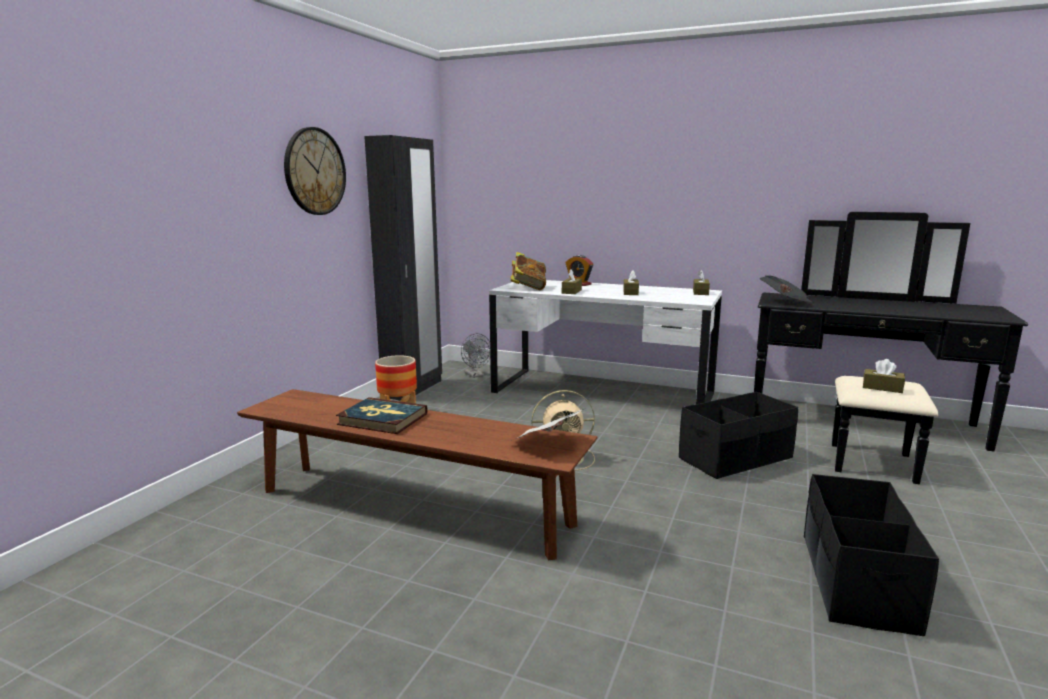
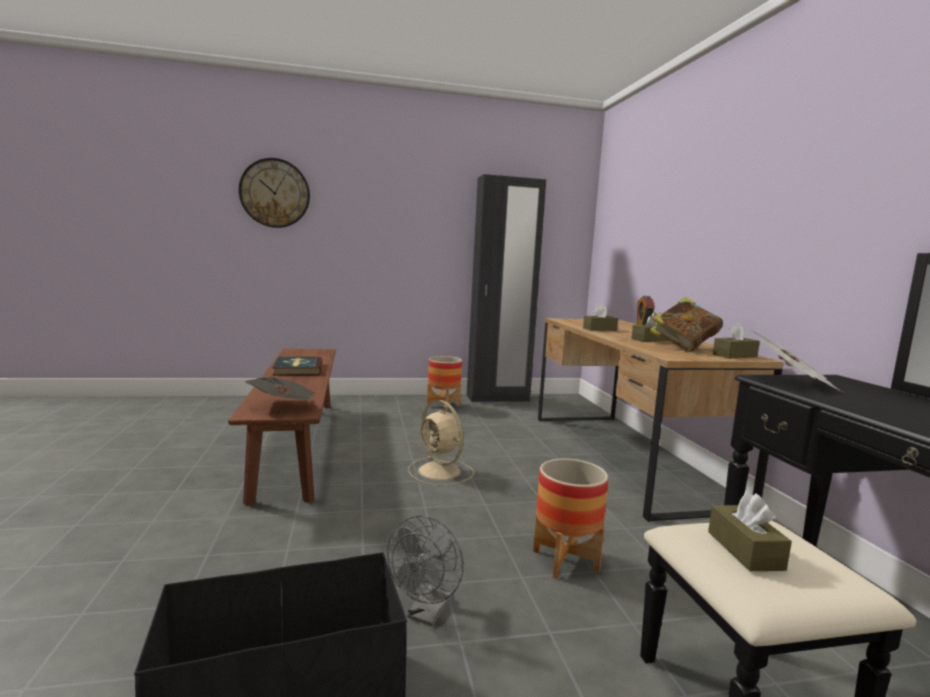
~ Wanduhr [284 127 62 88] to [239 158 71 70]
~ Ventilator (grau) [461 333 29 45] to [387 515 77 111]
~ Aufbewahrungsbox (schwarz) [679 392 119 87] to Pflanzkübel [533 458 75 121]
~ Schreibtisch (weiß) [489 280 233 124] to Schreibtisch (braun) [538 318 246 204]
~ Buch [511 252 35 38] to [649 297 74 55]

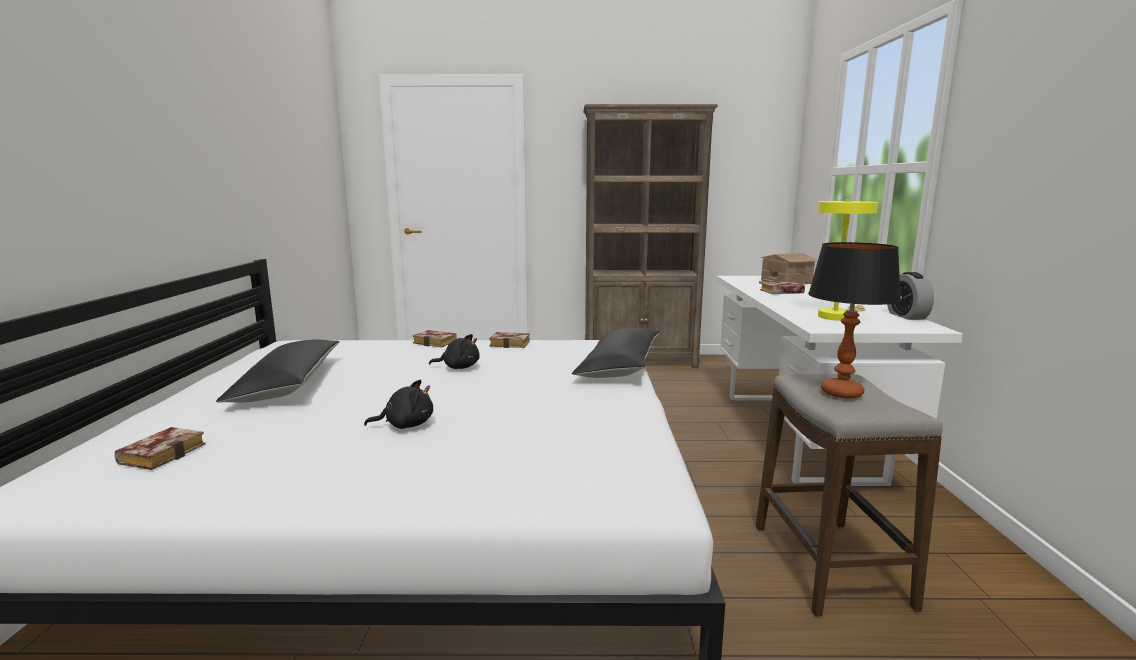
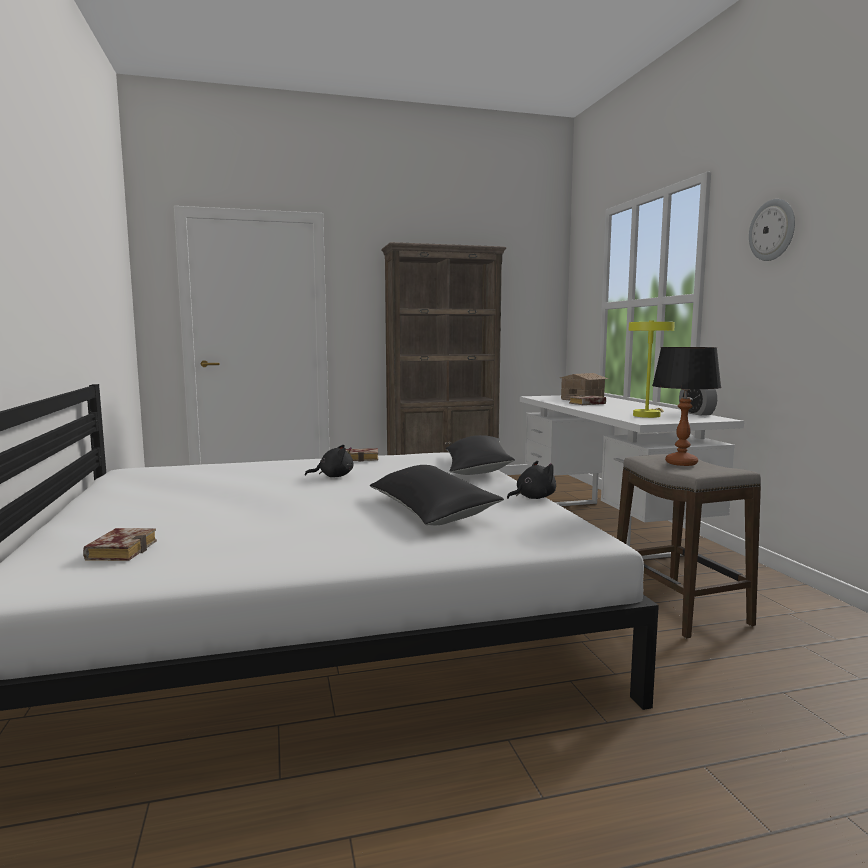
~ Kissen (schwarz) [216 340 123 63] to [370 465 134 60]
~ Plüschtier (schwarz) [364 380 69 49] to [507 461 49 38]
+ Wanduhr [749 199 46 62]
- Buch [412 330 45 17]

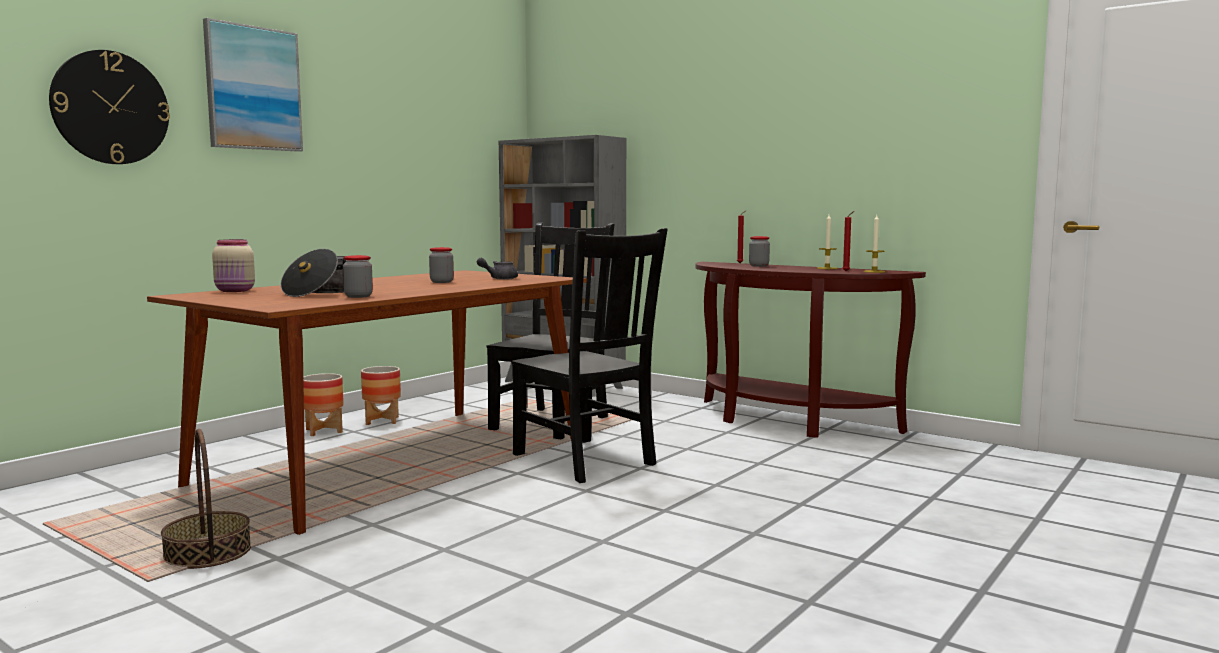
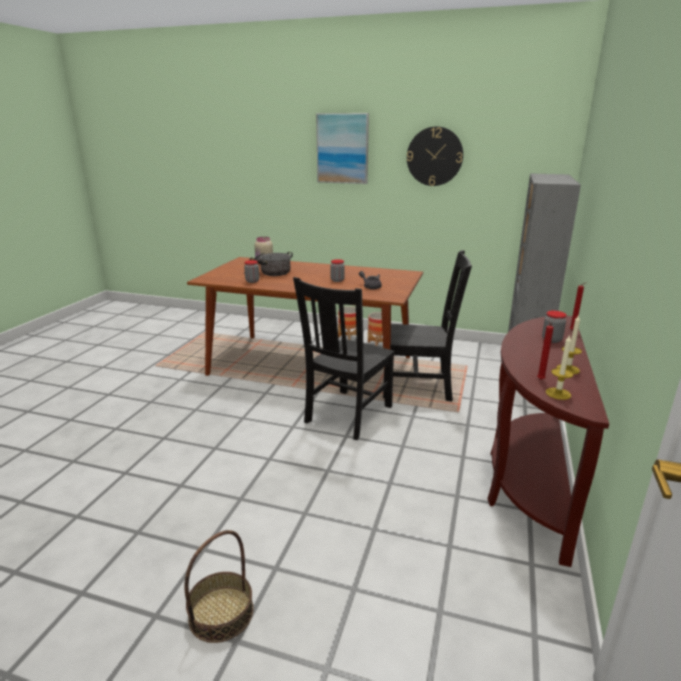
~ Korb [161 429 90 140] to [184 530 69 113]
~ Wanduhr [49 50 121 114] to [407 126 56 60]

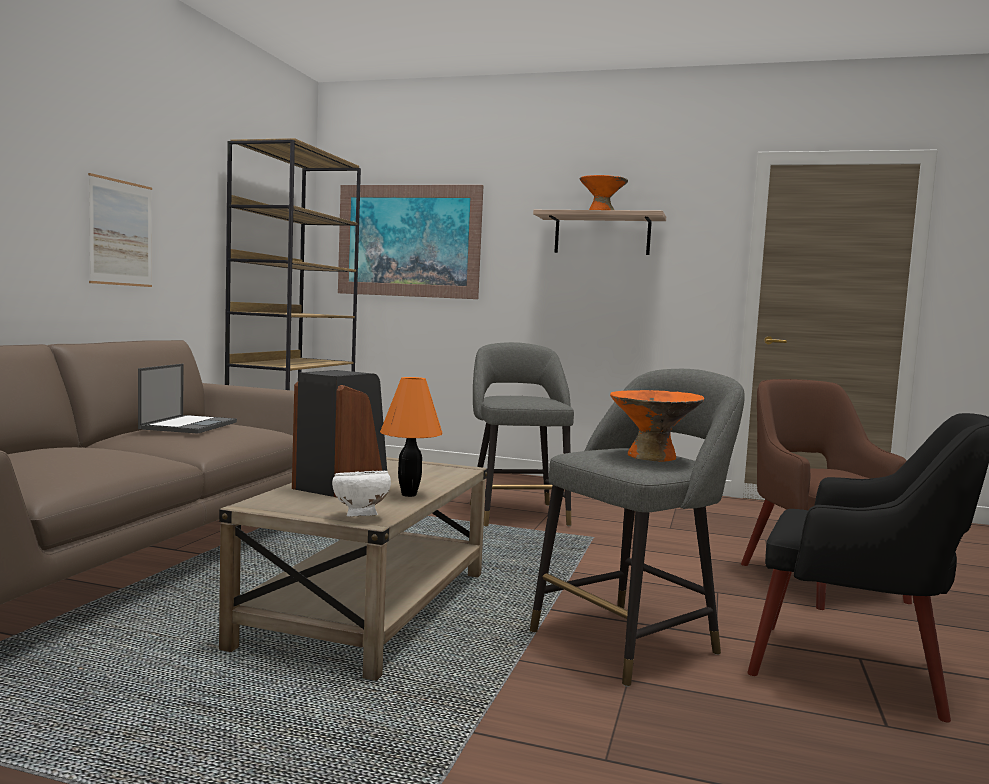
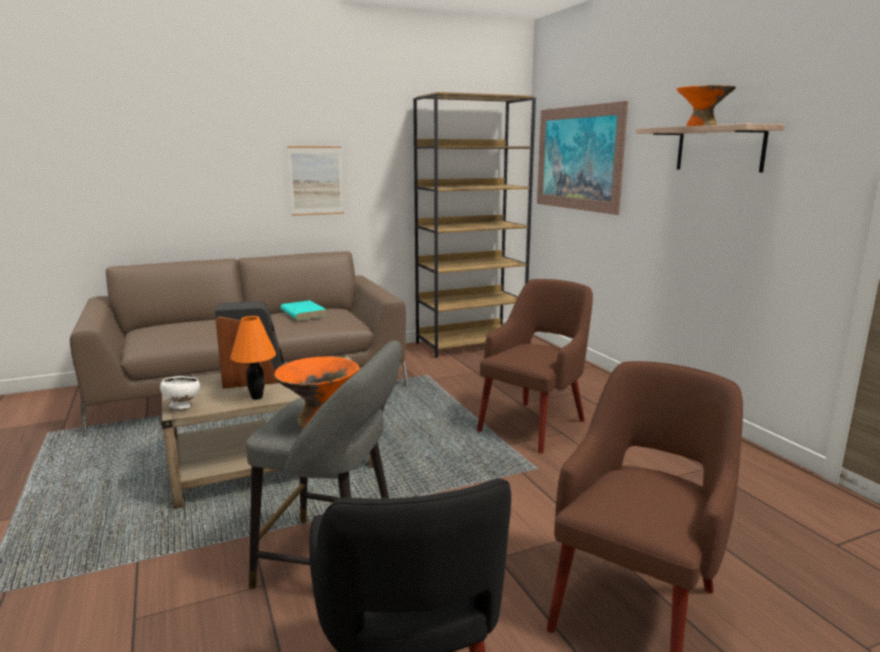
~ Laptop [138 364 99 70] to Buch (türkis) [280 300 47 21]
~ Hocker (grau) [470 342 104 184] to Sessel (braun) [477 279 116 174]

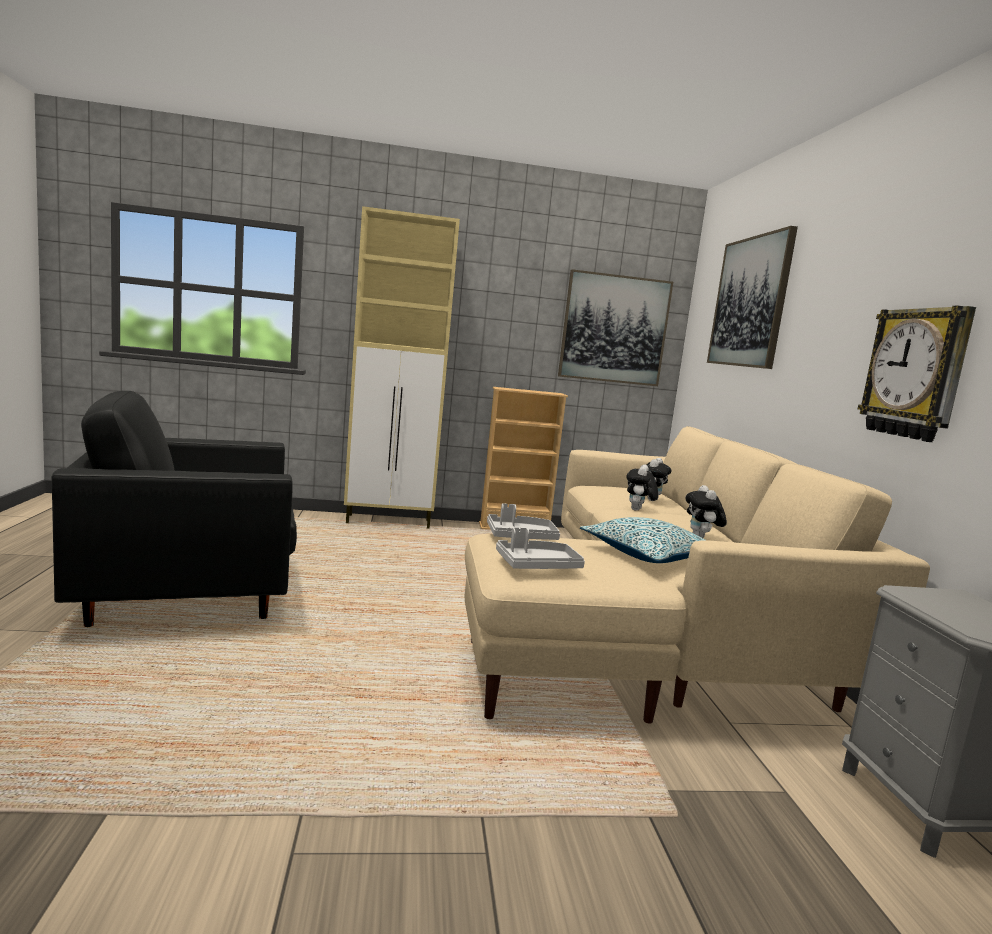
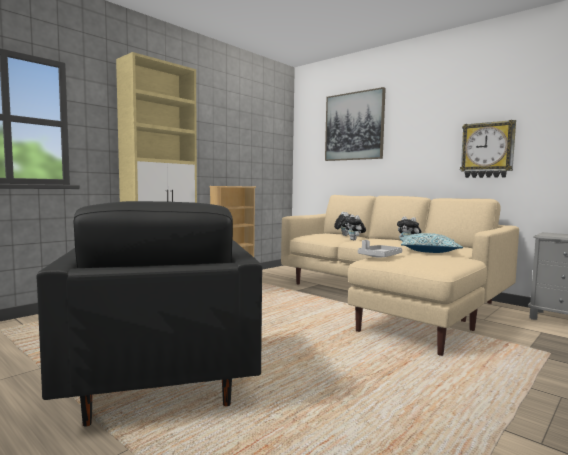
~ Sessel (schwarz) [51 391 246 236] = [36 201 226 226] 45 degrees counterclockwise
- Tablett (grau) [496 527 89 42]
- Bild [558 269 115 117]

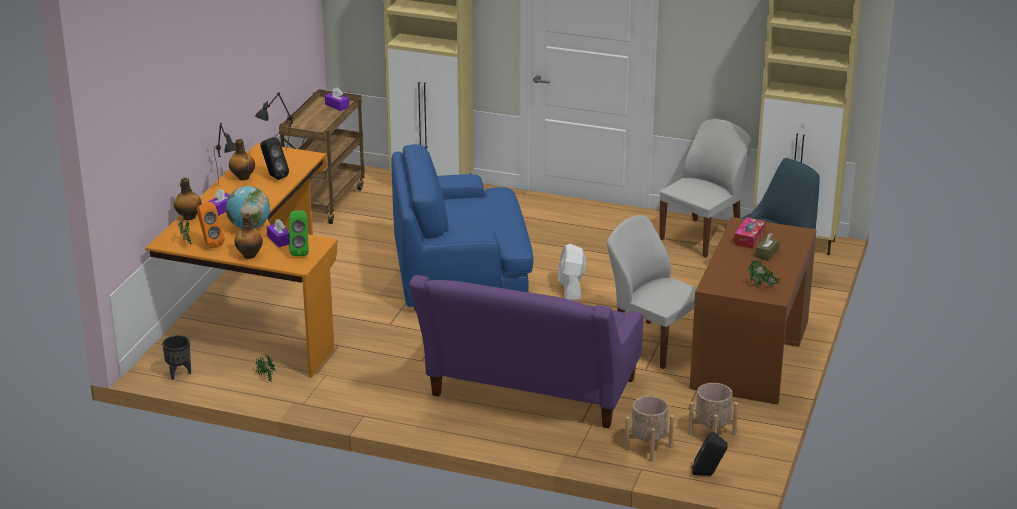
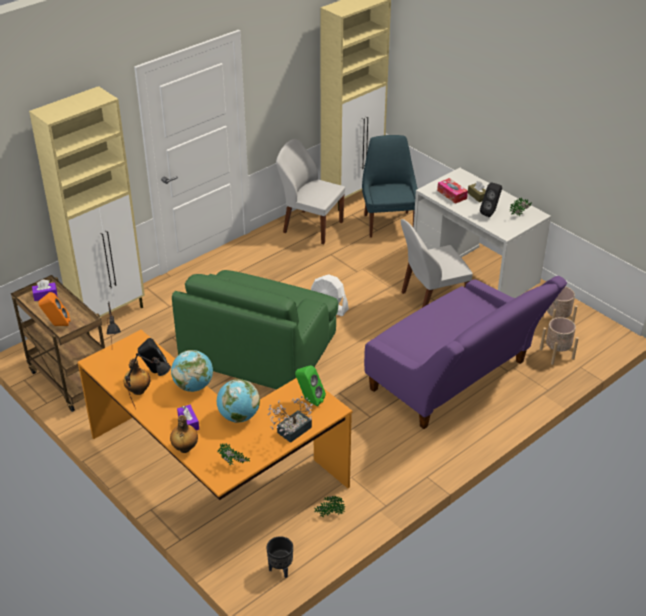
~ Lautsprecher (orange) [197 202 28 46] to [38 292 32 34]
+ Globus [171 350 42 42]
~ Sessel (blau) [392 144 141 167] to Sessel (grün) [172 270 166 119]
~ Flasche [234 214 29 45] to Topfpflanze [268 396 45 47]
~ Stuhl (weiß) [659 119 93 138] = [276 139 69 105] 45 degrees counterclockwise
~ Schreibtisch (braun) [690 217 127 188] to Schreibtisch (weiß) [413 168 138 130]
~ Lautsprecher (schwarz) [691 432 37 44] to [480 182 22 35]
- Taschentuchbox (lila) [267 219 22 28]

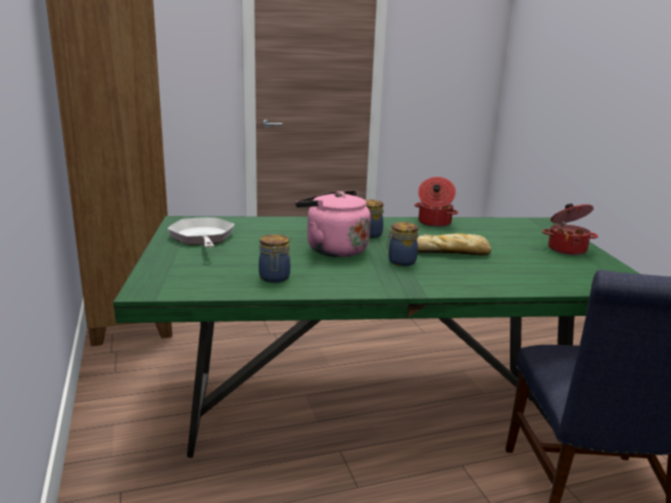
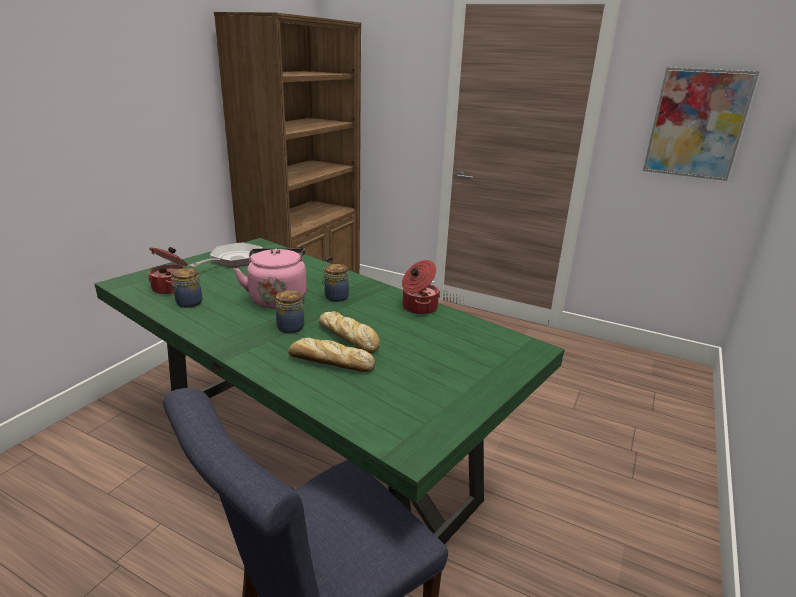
~ Kochtopf [542 204 56 51] to [148 247 39 48]
+ Brot [288 337 87 35]
+ Bild [643 67 116 114]

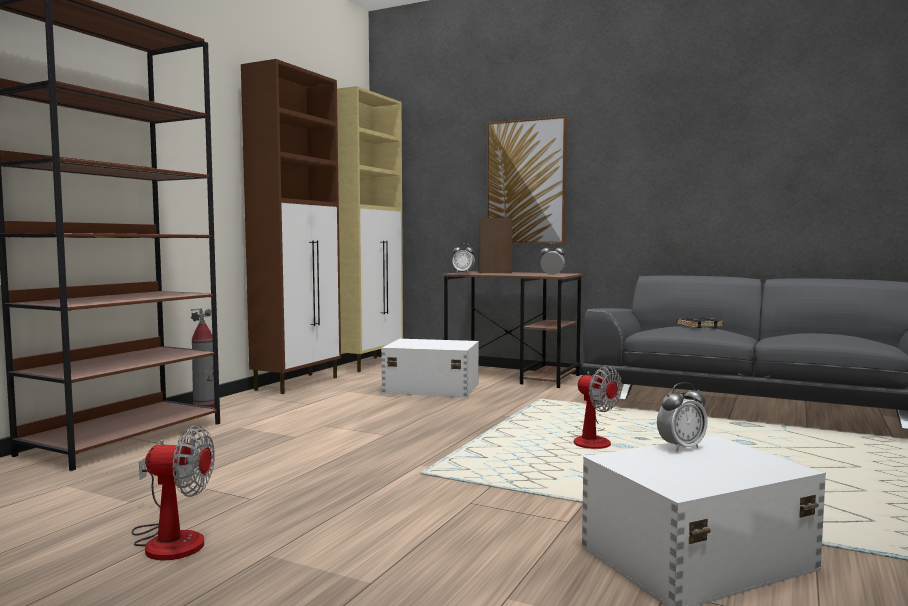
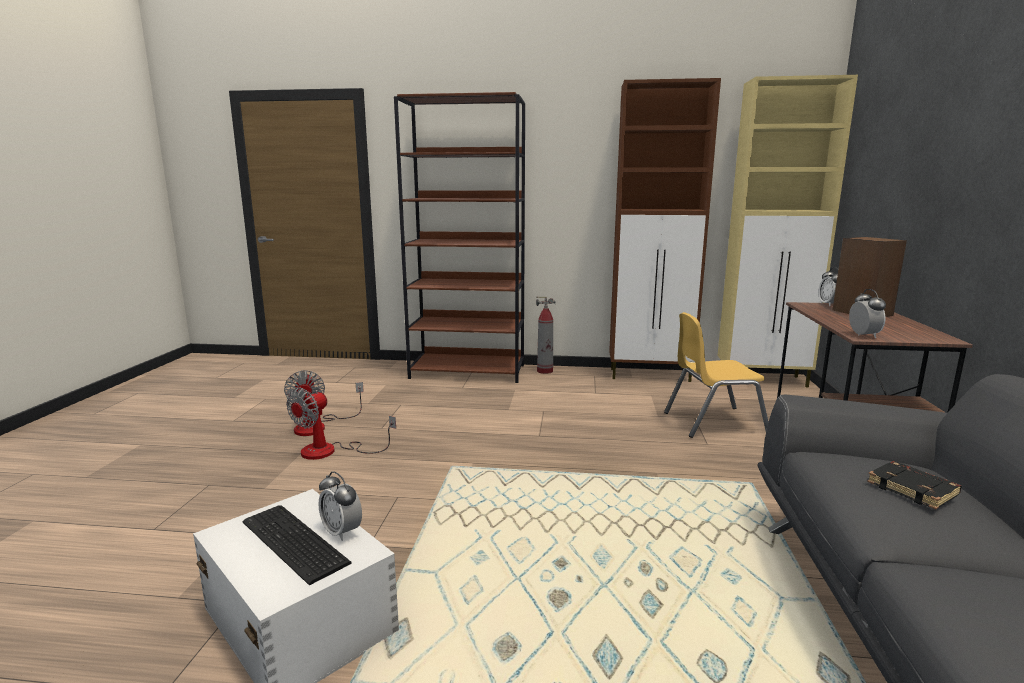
+ Tastatur [243 506 109 79]
~ Ventilator [571 365 51 84] to [286 388 110 72]
~ Aufbewahrungsbox (weiß) [381 339 98 59] to Stuhl (gelb) [664 312 104 126]
- Bild [487 116 80 128]

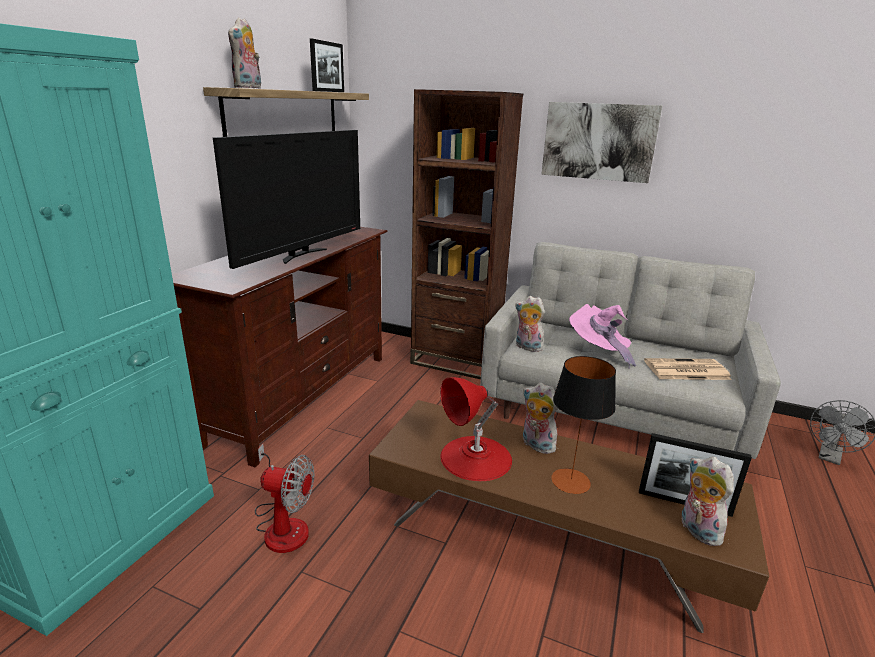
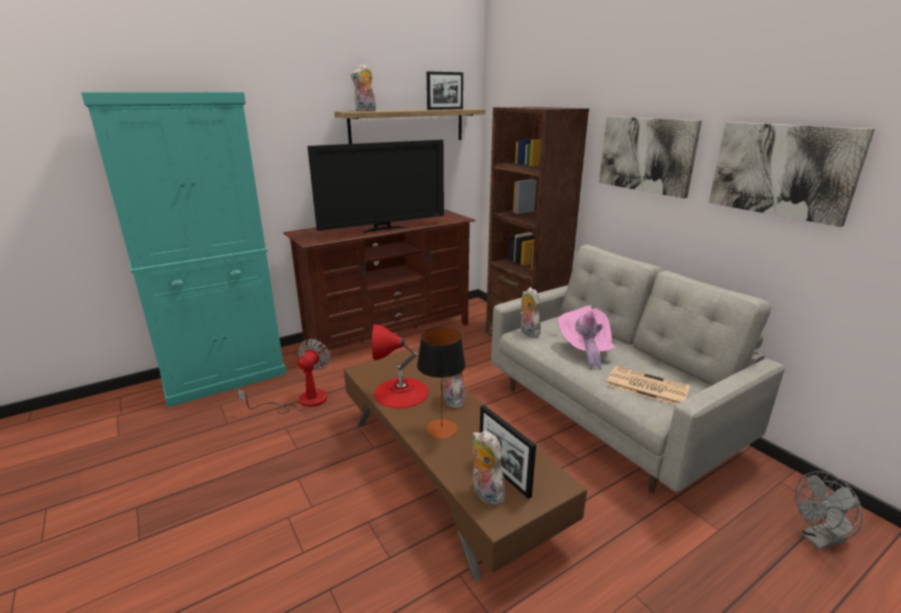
~ Ventilator [255 444 59 109] = [237 339 93 75] 120 degrees counterclockwise
~ Plüschtier [682 456 52 90] = [472 430 33 75] 45 degrees counterclockwise
+ Bild [709 122 166 105]

